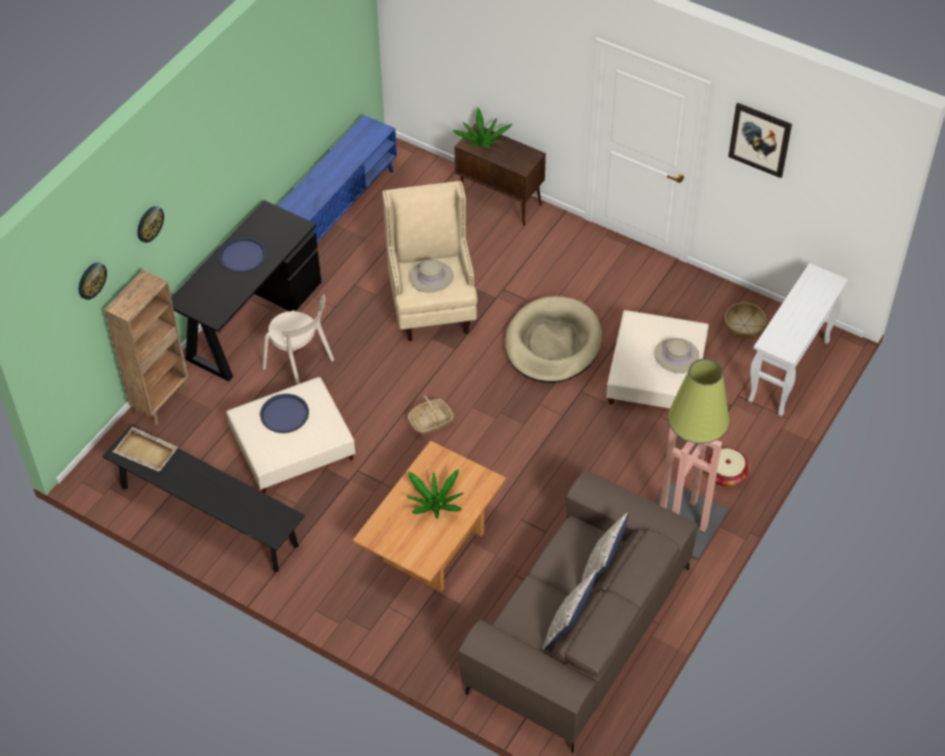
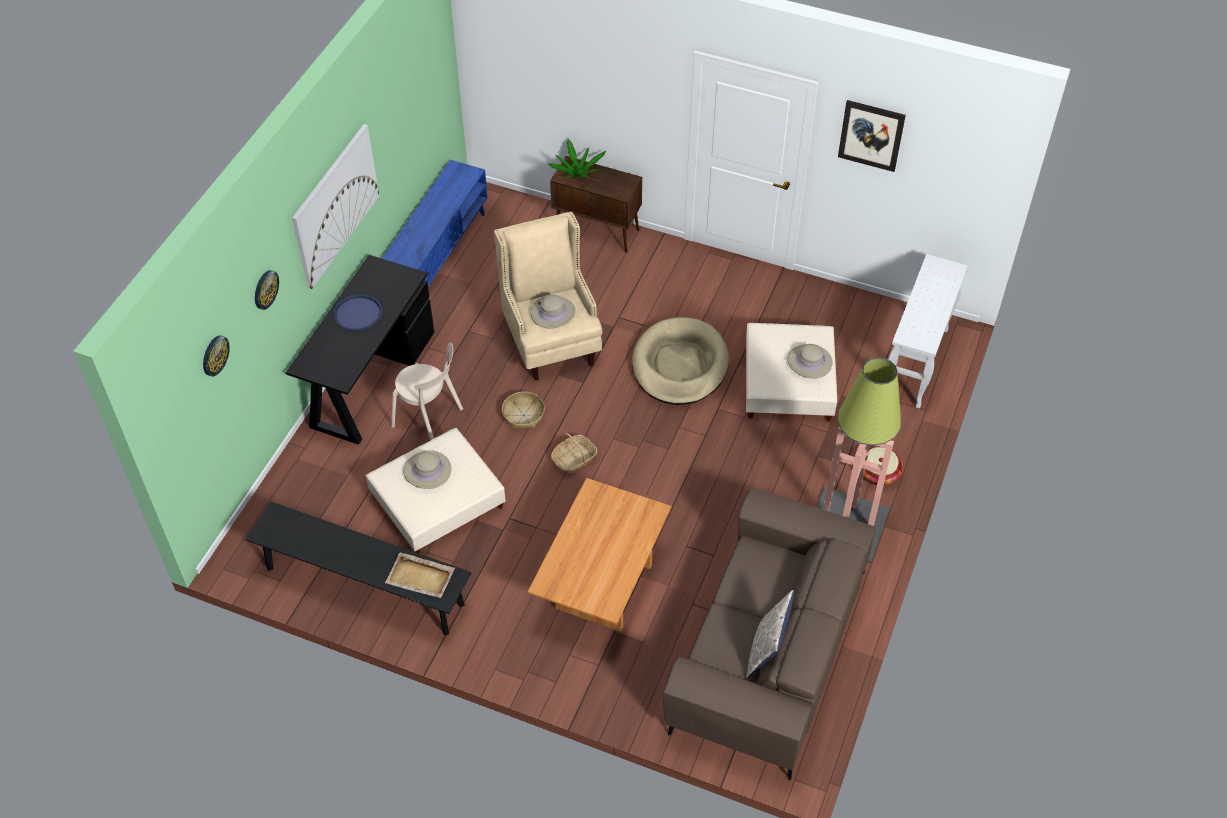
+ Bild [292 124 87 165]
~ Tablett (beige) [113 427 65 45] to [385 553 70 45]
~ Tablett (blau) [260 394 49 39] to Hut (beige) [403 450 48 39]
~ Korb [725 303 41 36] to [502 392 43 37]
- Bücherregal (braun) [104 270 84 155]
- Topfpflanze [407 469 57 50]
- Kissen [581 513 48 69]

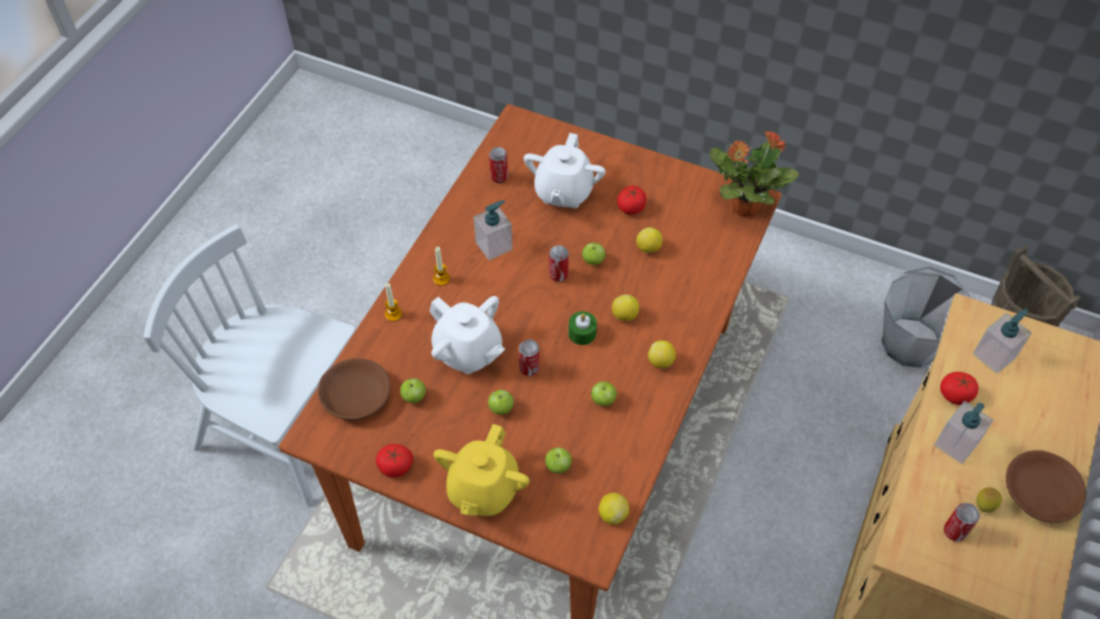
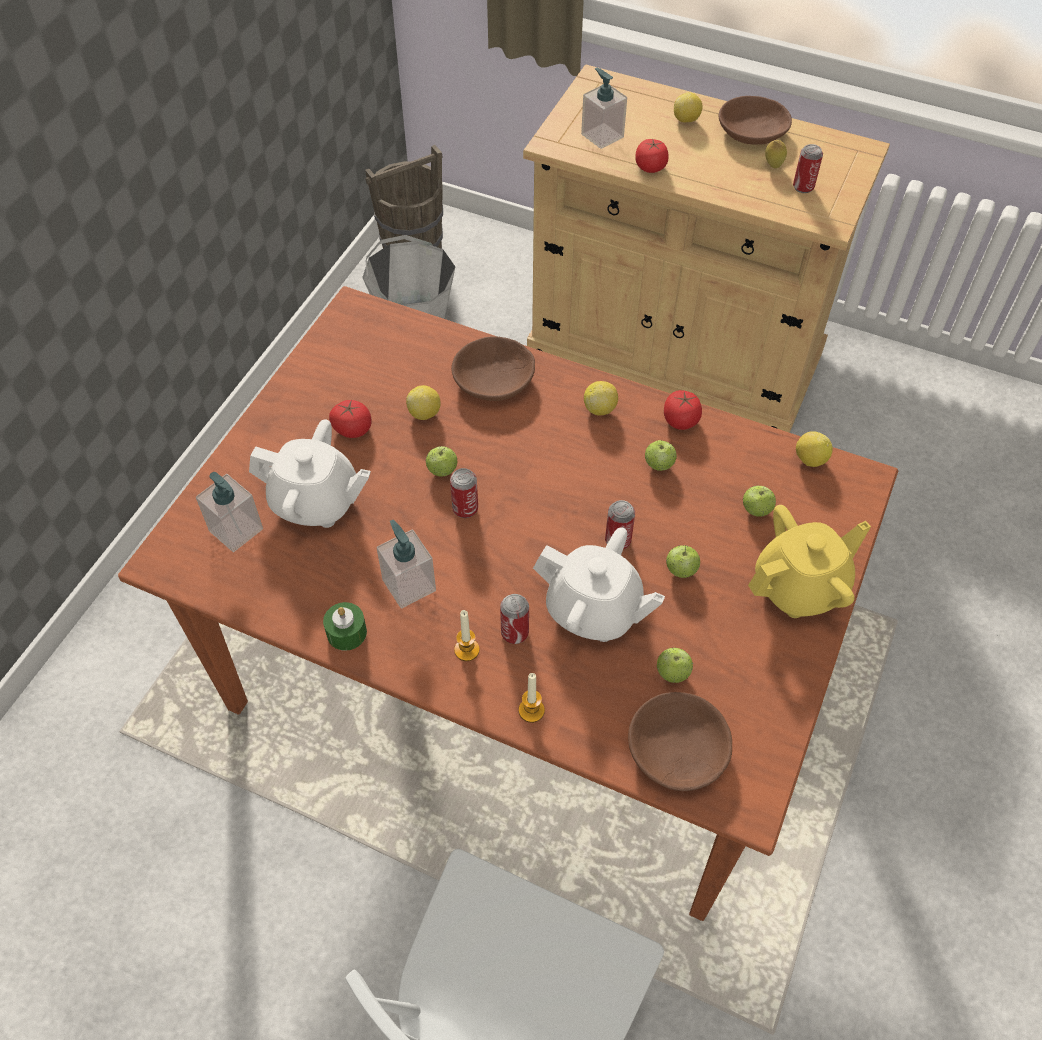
~ Seifenspender [934 401 60 63] to [196 472 67 80]
~ Kerze (grün) [568 311 29 34] to [323 602 44 49]
+ Schüssel (braun) [451 336 84 65]
~ Dose [489 147 19 36] to [500 594 29 50]
~ Teekanne (weiß) [429 296 76 78] = [533 527 132 115] 75 degrees clockwise
~ Tomate [376 444 37 34] to [664 390 38 40]
~ Zitrone [612 294 27 27] to [674 92 28 31]
~ Teekanne (gelb) [434 424 96 92] = [748 505 123 113] 45 degrees counterclockwise
- Topfpflanze [710 131 89 86]

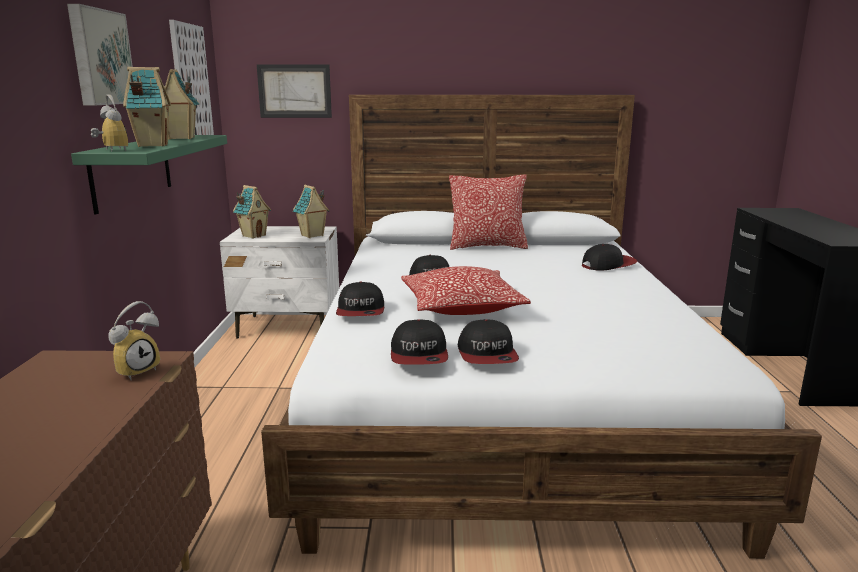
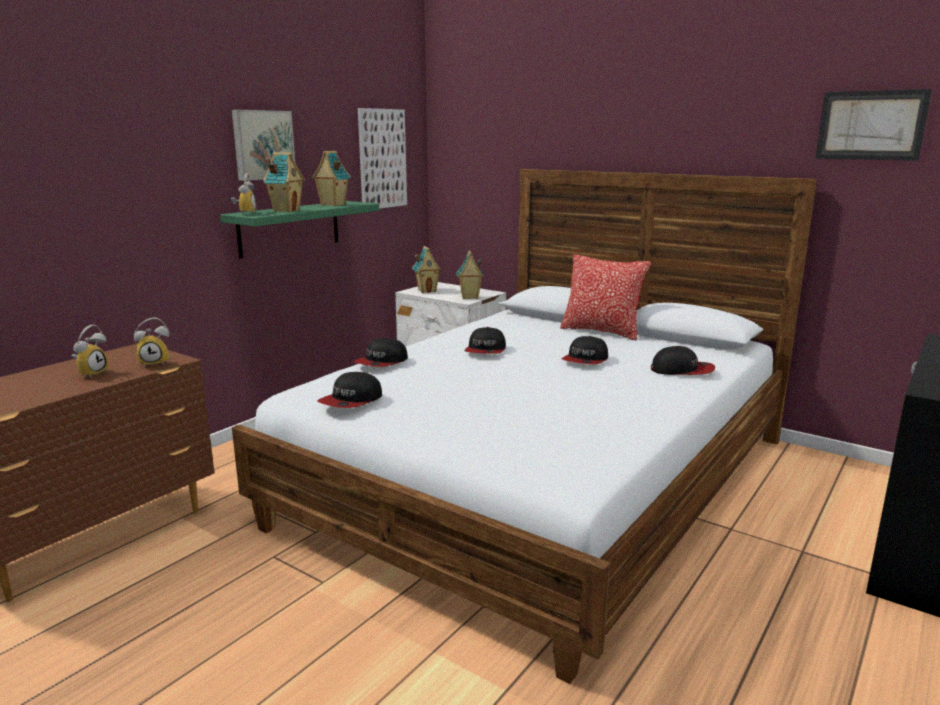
+ Wecker [72 325 36 54]
~ Kappe [458 319 61 45] to [562 336 46 29]
~ Bild [257 64 75 54] to [815 89 117 72]
- Kissen [401 266 130 49]

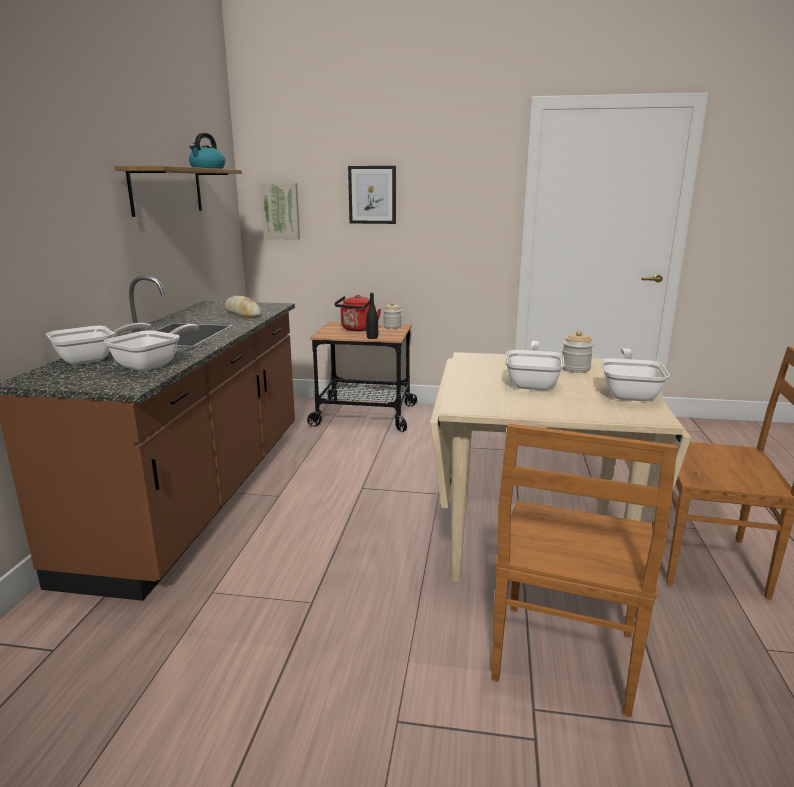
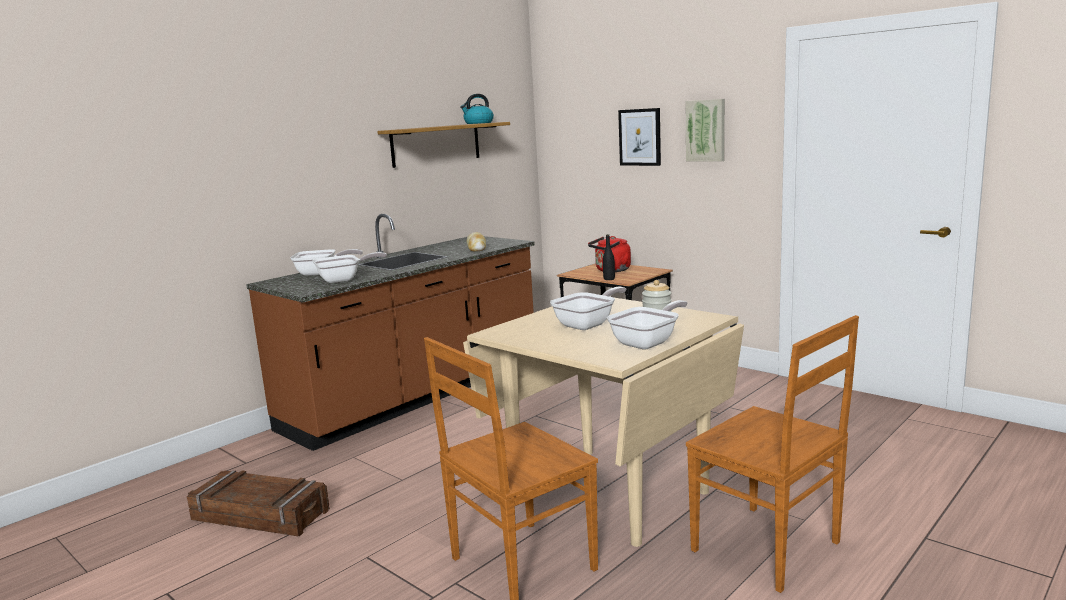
+ Kiste [187 470 143 66]
~ Bild [260 183 40 57] to [686 99 39 62]
- Vorratsglas [383 302 19 27]

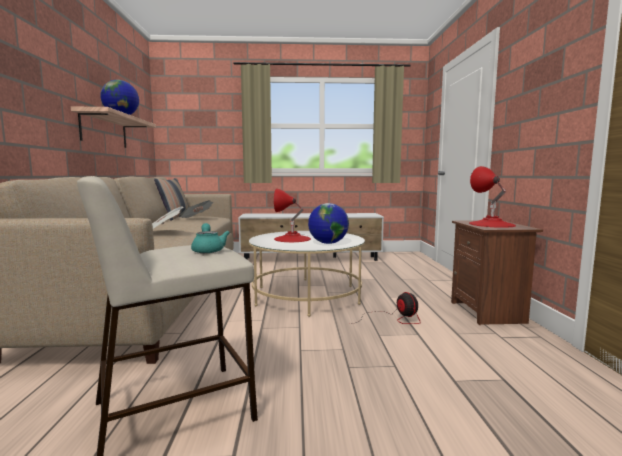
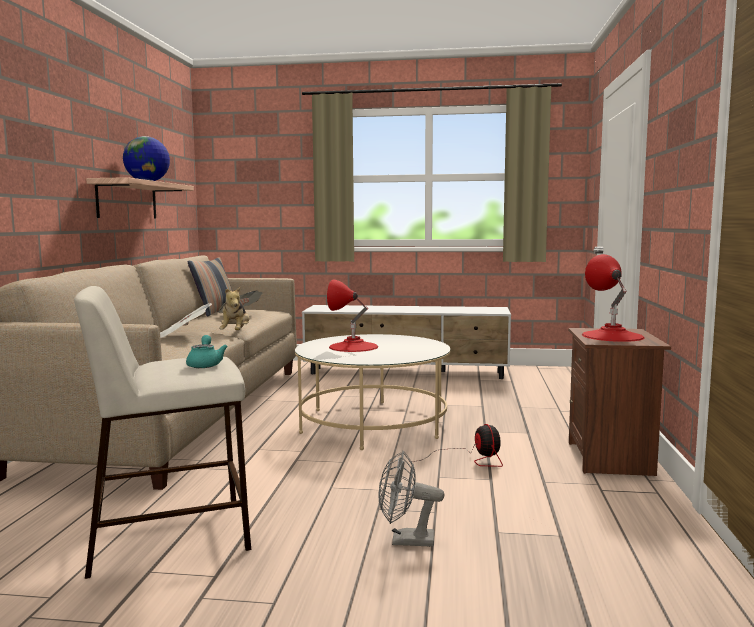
+ Plüschtier [219 287 30 43]
+ Ventilator (grau) [379 451 65 96]
- Globus [308 203 41 41]

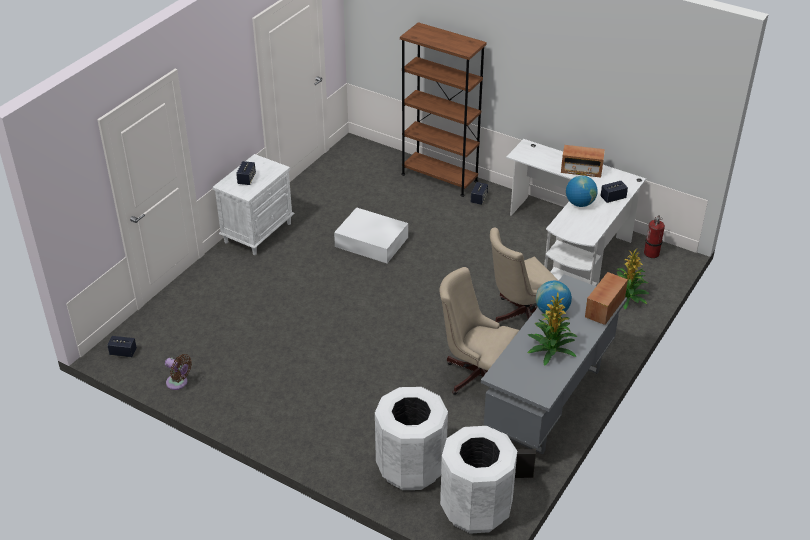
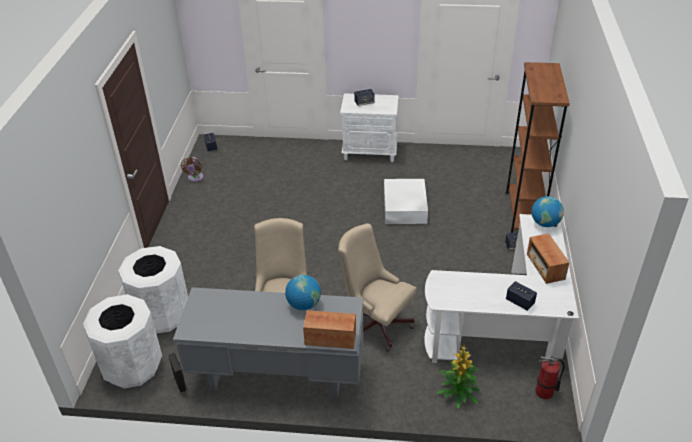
~ Globus [566 176 32 31] to [531 196 33 31]
- Topfpflanze [528 292 49 74]

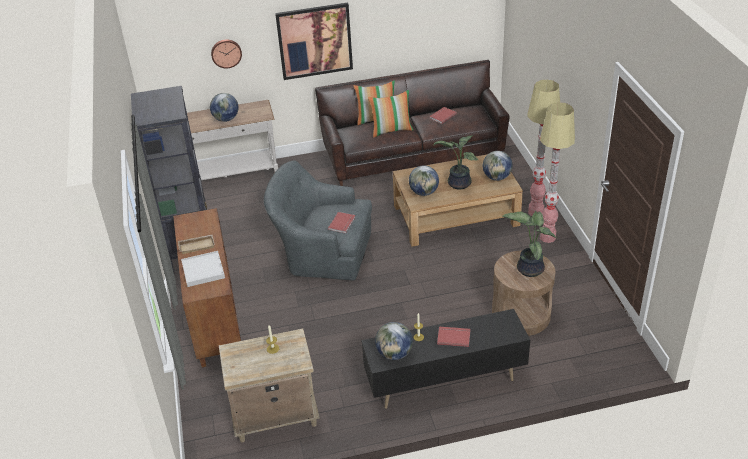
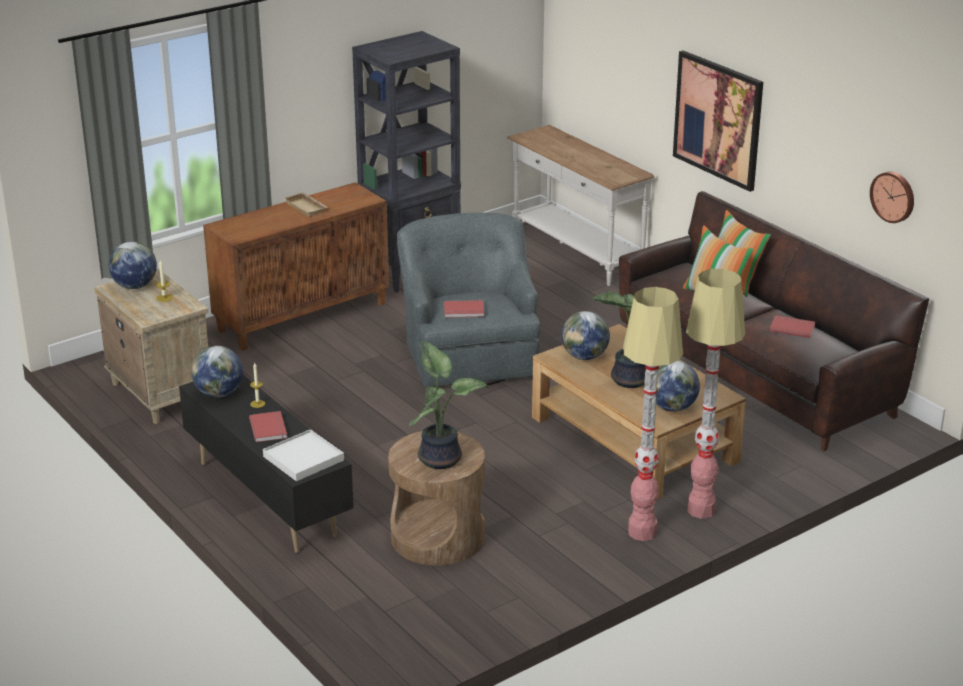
~ Globus [210 93 29 29] to [109 241 48 48]
~ Tablett (weiß) [181 251 44 36] to [263 429 81 52]
~ Wanduhr [211 39 31 30] to [870 171 44 52]

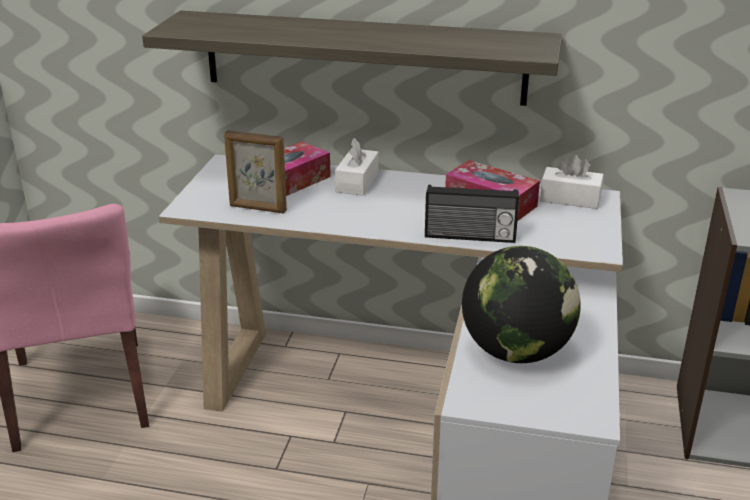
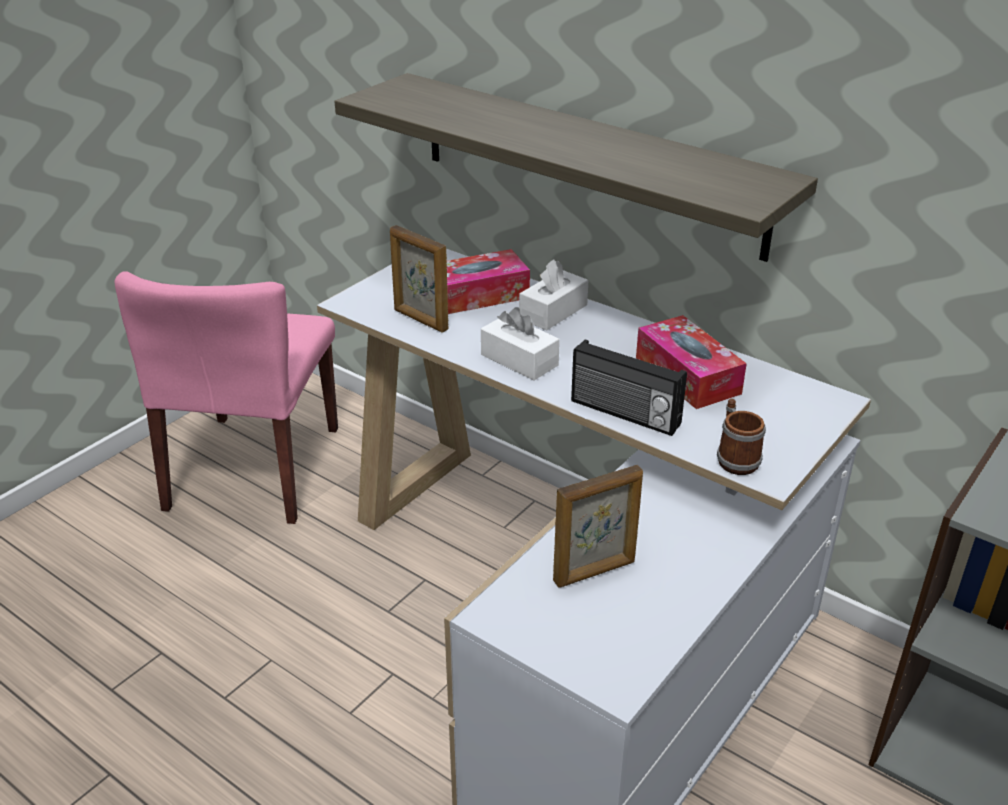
~ Taschentuchbox (weiß) [540 154 64 55] to [481 307 79 74]
~ Globus [462 246 119 117] to Bilderrahmen [553 465 90 123]
+ Henkelbecher [717 399 49 76]

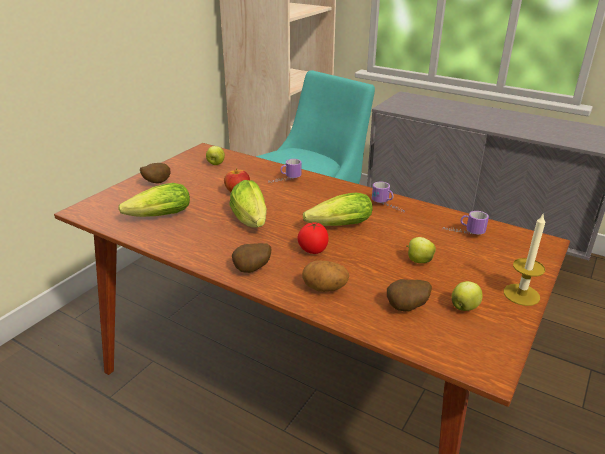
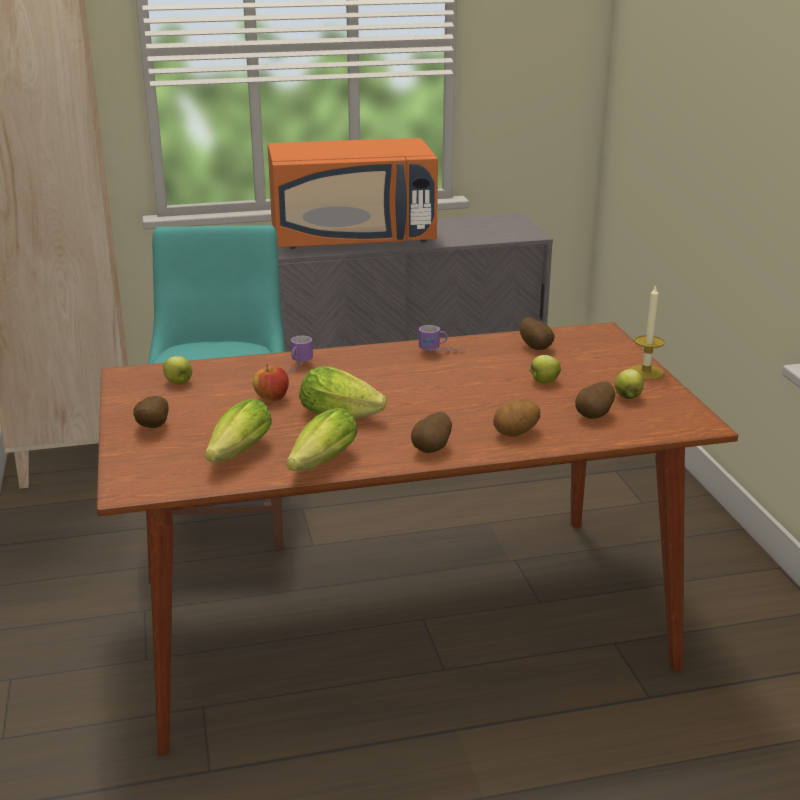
+ Mikrowelle (orange) [268 138 170 111]
~ Salatkopf [303 193 70 33] to [286 408 71 63]
~ Henkelbecher [443 211 46 24] to Kartoffel [520 317 35 33]
- Tomate [298 222 31 32]

